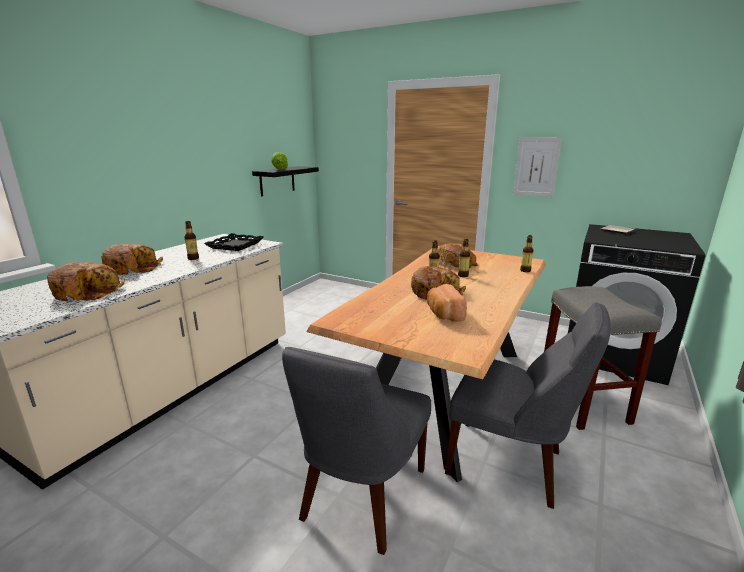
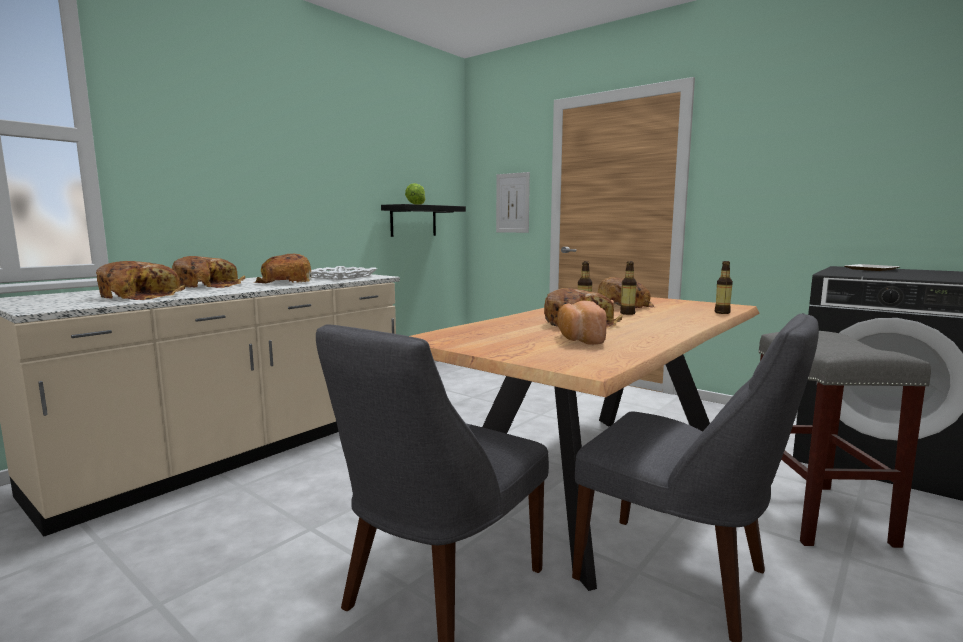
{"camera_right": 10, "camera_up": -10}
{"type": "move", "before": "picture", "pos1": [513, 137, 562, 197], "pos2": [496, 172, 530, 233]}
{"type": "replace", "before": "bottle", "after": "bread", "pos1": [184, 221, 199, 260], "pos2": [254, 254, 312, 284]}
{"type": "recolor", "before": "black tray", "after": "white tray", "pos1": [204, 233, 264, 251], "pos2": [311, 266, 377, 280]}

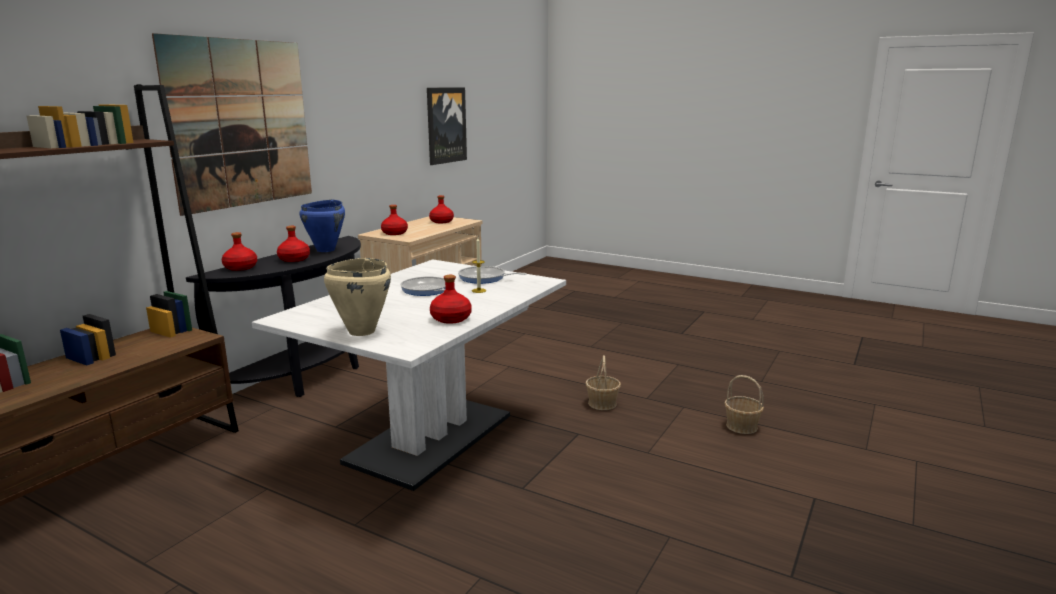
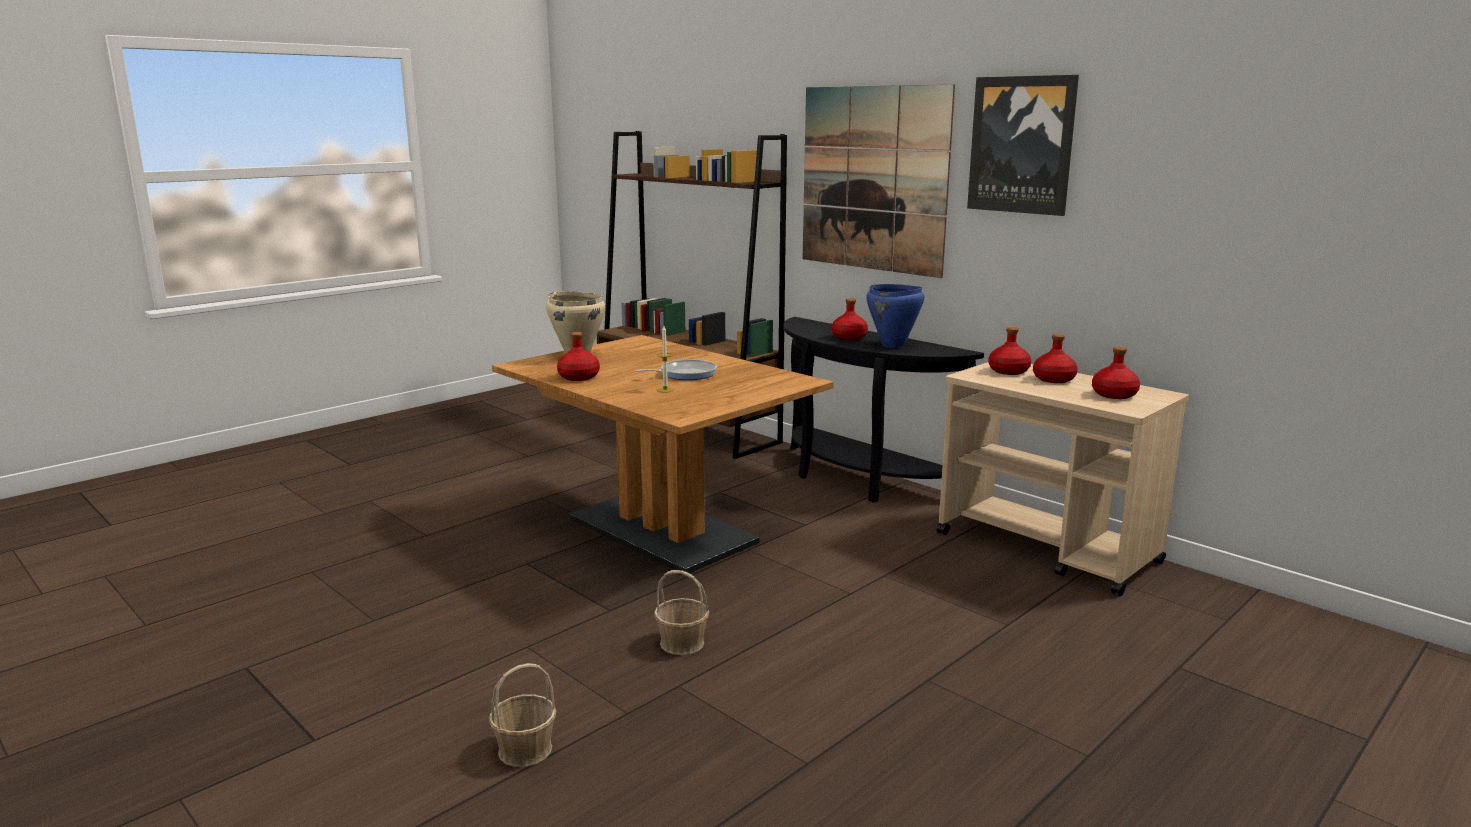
{"camera_right": 105, "camera_up": 0}
{"type": "move", "before": "picture", "pos1": [427, 88, 467, 165], "pos2": [967, 75, 1079, 216]}
{"type": "move", "before": "red bottle", "pos1": [222, 232, 257, 271], "pos2": [1033, 334, 1078, 383]}
{"type": "recolor", "before": "white dining table", "after": "brown dining table", "pos1": [252, 259, 566, 491], "pos2": [492, 335, 834, 573]}
{"type": "delete", "before": "frying pan", "pos1": [458, 266, 527, 284]}

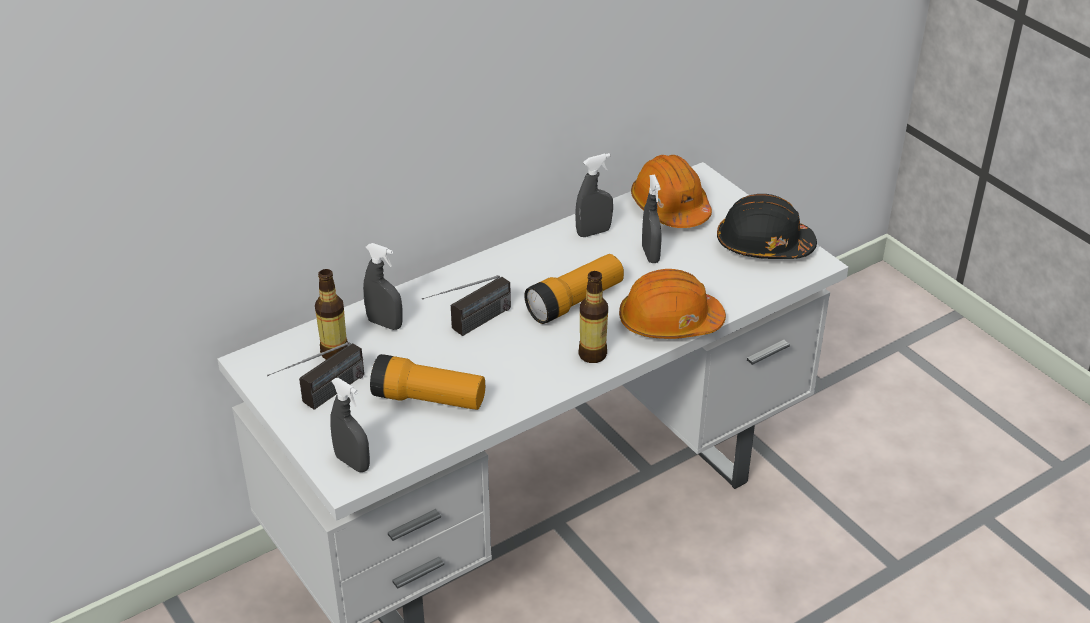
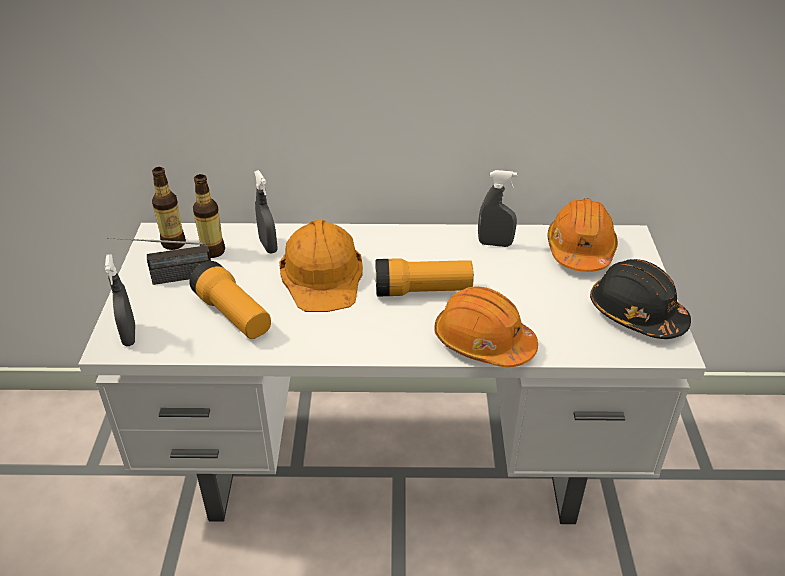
{"camera_right": 35, "camera_up": 0}
{"type": "delete", "before": "grey spray bottle", "pos1": [642, 174, 661, 263]}
{"type": "move", "before": "bottle", "pos1": [578, 271, 608, 363], "pos2": [152, 167, 186, 250]}
{"type": "replace", "before": "radio", "after": "orange hard hat", "pos1": [422, 275, 511, 336], "pos2": [279, 220, 363, 312]}

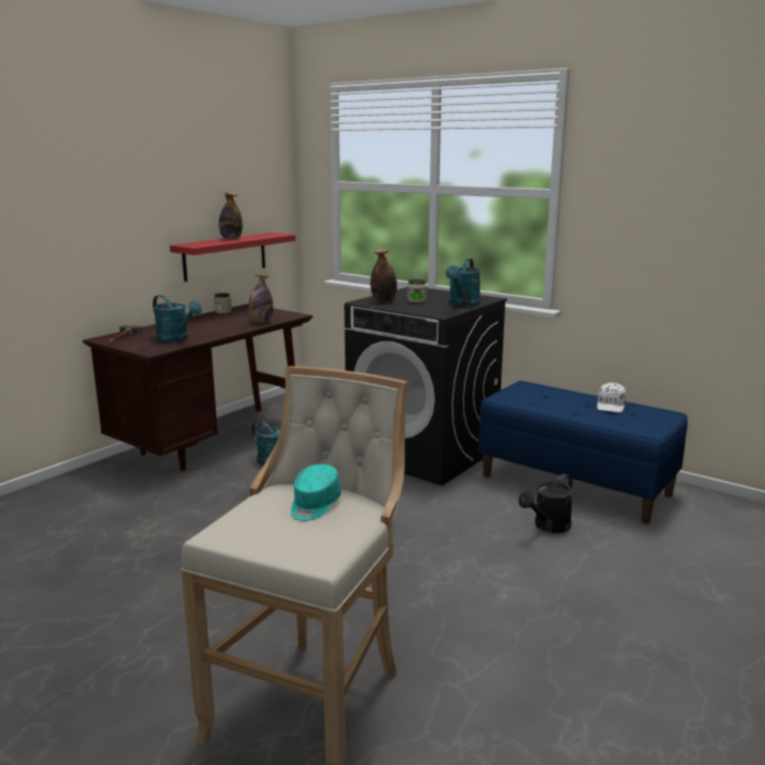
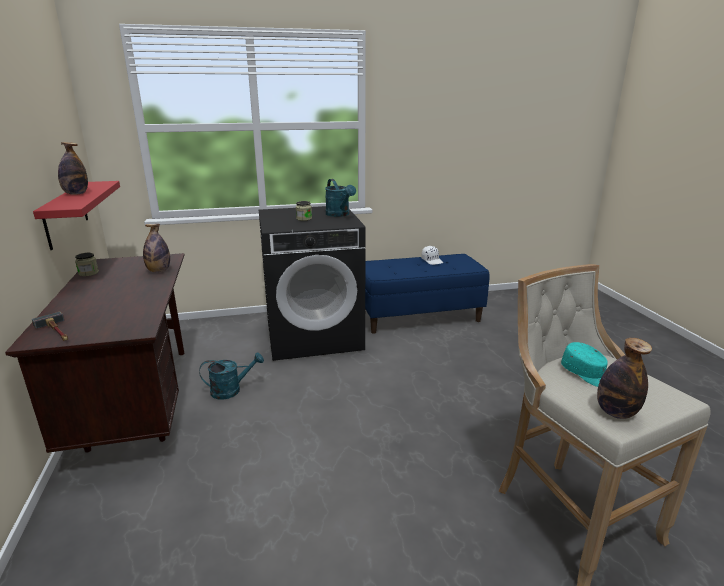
{"camera_right": -50, "camera_up": 5}
{"type": "move", "before": "bottle", "pos1": [370, 248, 397, 302], "pos2": [597, 338, 652, 419]}
{"type": "delete", "before": "turquoise watering can", "pos1": [153, 295, 202, 343]}
{"type": "delete", "before": "black watering can", "pos1": [519, 474, 573, 533]}

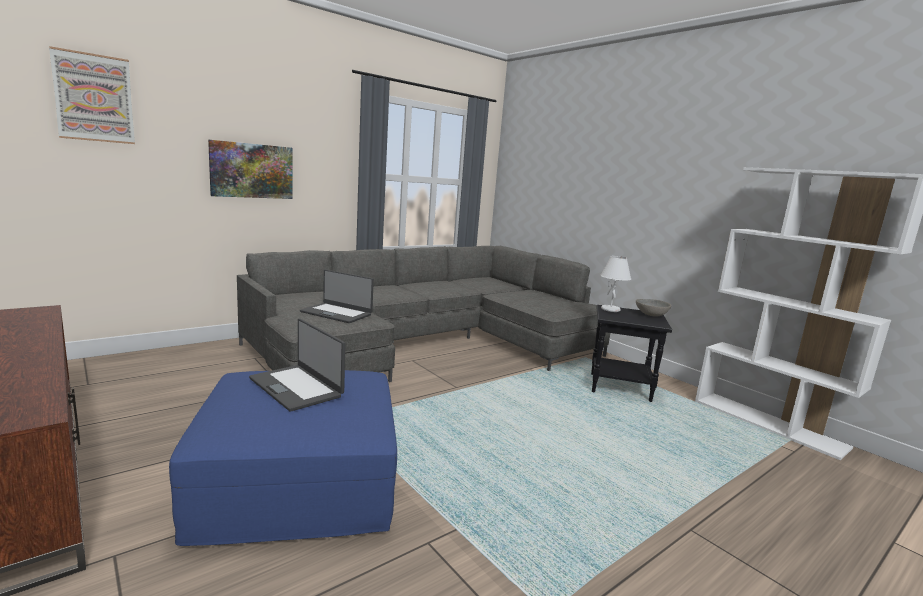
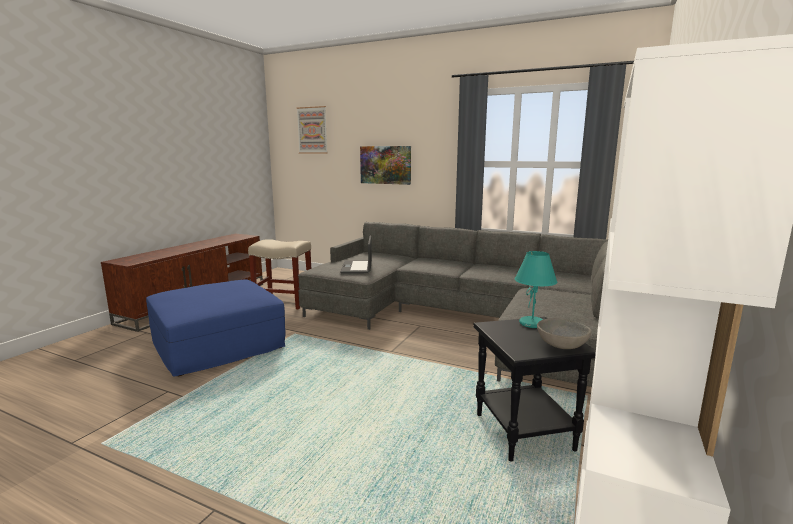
{"camera_right": 65, "camera_up": 0}
{"type": "recolor", "before": "white table lamp", "after": "turquoise table lamp", "pos1": [600, 256, 631, 312], "pos2": [515, 251, 558, 328]}
{"type": "delete", "before": "laptop", "pos1": [249, 319, 345, 412]}
{"type": "insert", "after": "beige stool", "pos2": [248, 239, 311, 309]}

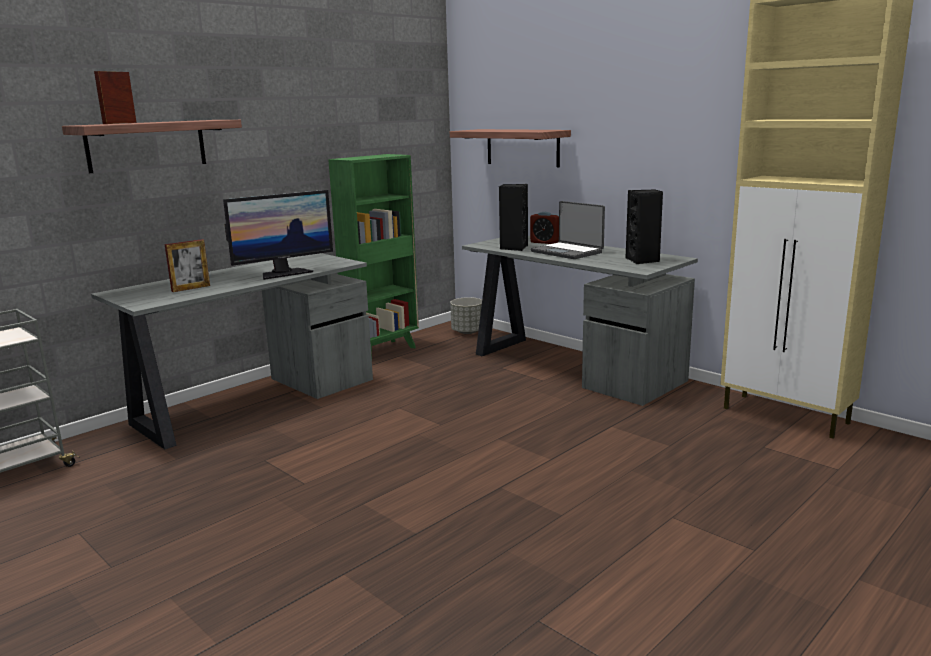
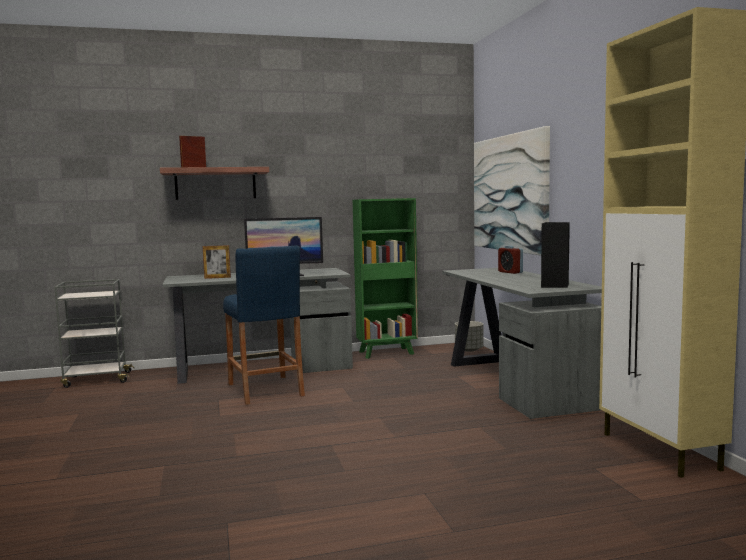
{"camera_right": 30, "camera_up": -10}
{"type": "replace", "before": "shelf", "after": "picture", "pos1": [450, 129, 571, 167], "pos2": [474, 126, 550, 256]}
{"type": "delete", "before": "black speaker", "pos1": [499, 184, 528, 251]}
{"type": "delete", "before": "laptop", "pos1": [531, 201, 605, 259]}
{"type": "insert", "after": "blue stool", "pos2": [223, 245, 305, 405]}

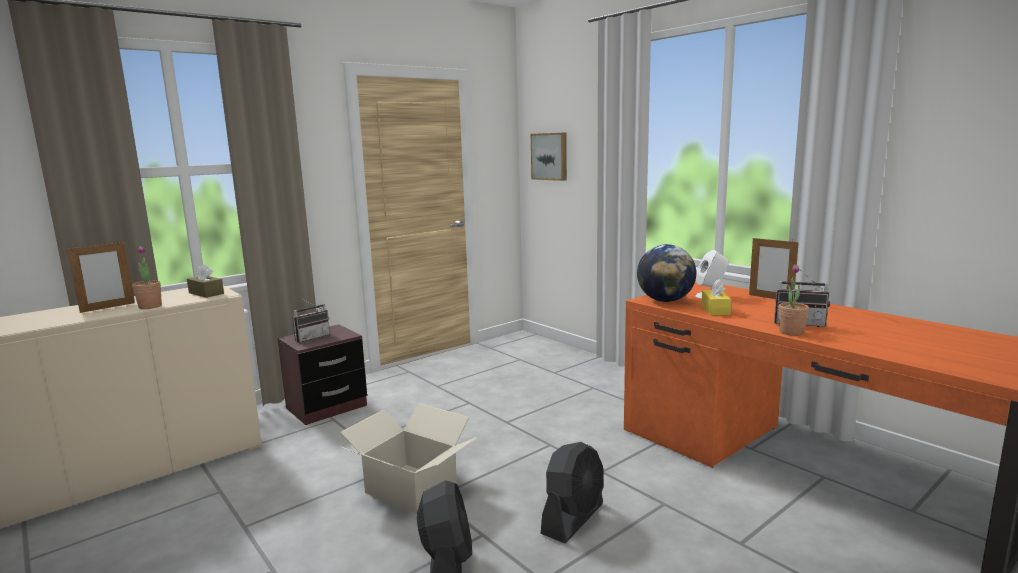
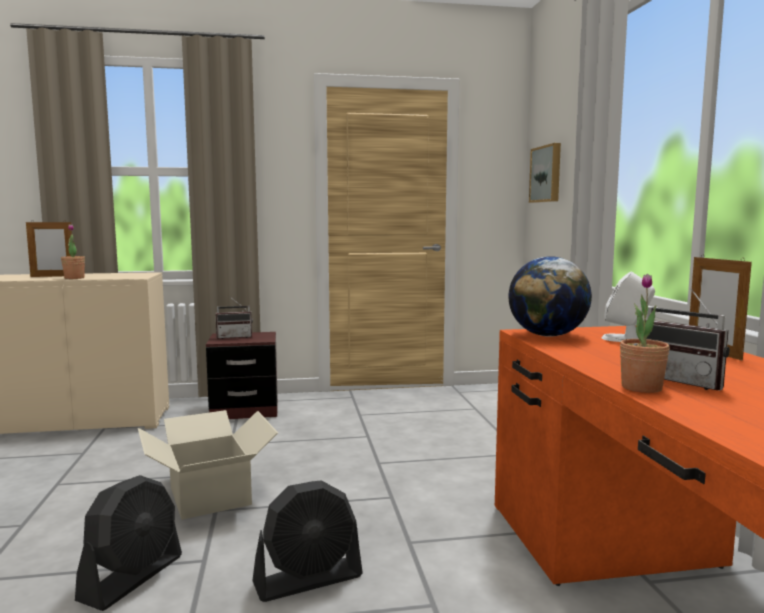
{"camera_right": 30, "camera_up": -5}
{"type": "delete", "before": "brown tissue box", "pos1": [187, 264, 224, 298]}
{"type": "delete", "before": "yellow tissue box", "pos1": [701, 279, 732, 315]}

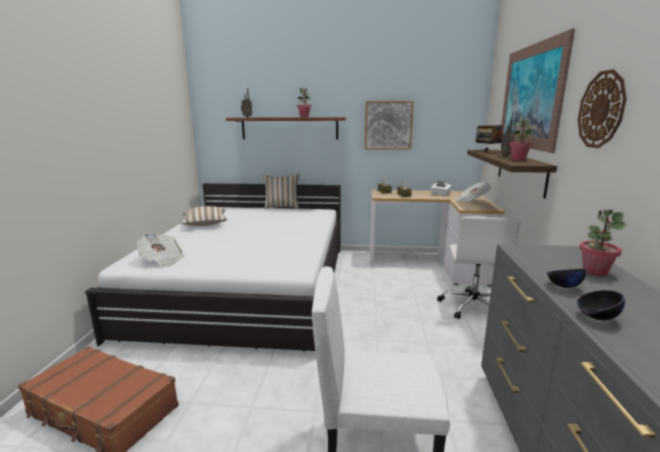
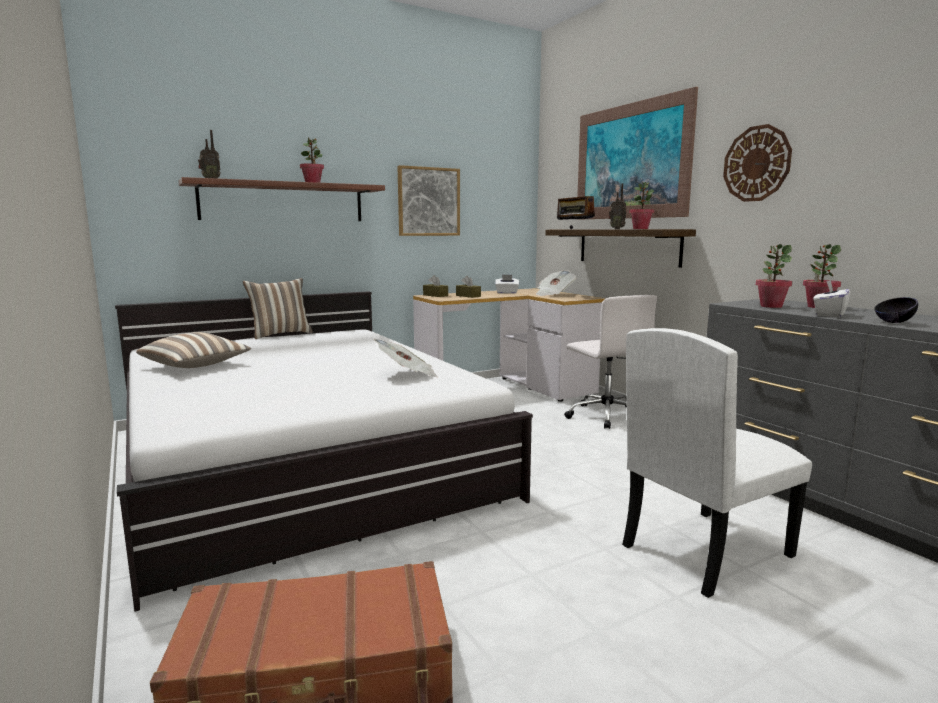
{"camera_right": -35, "camera_up": -5}
{"type": "move", "before": "newspaper", "pos1": [136, 233, 184, 267], "pos2": [373, 339, 438, 377]}
{"type": "replace", "before": "black bowl", "after": "white tissue box", "pos1": [547, 269, 586, 288], "pos2": [814, 280, 850, 317]}
{"type": "insert", "after": "potted plant", "pos2": [756, 244, 792, 308]}

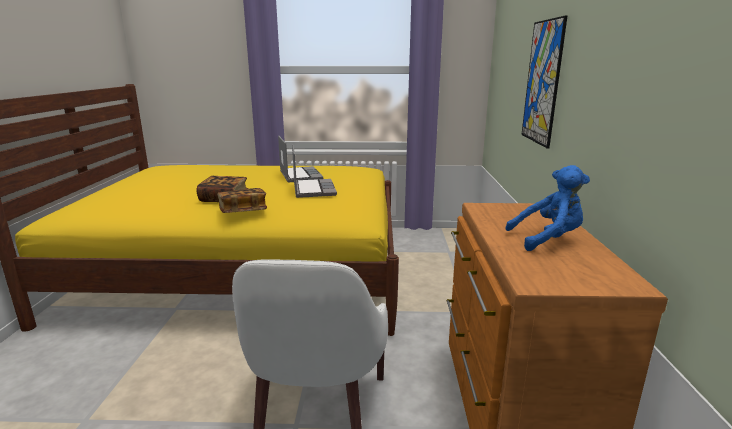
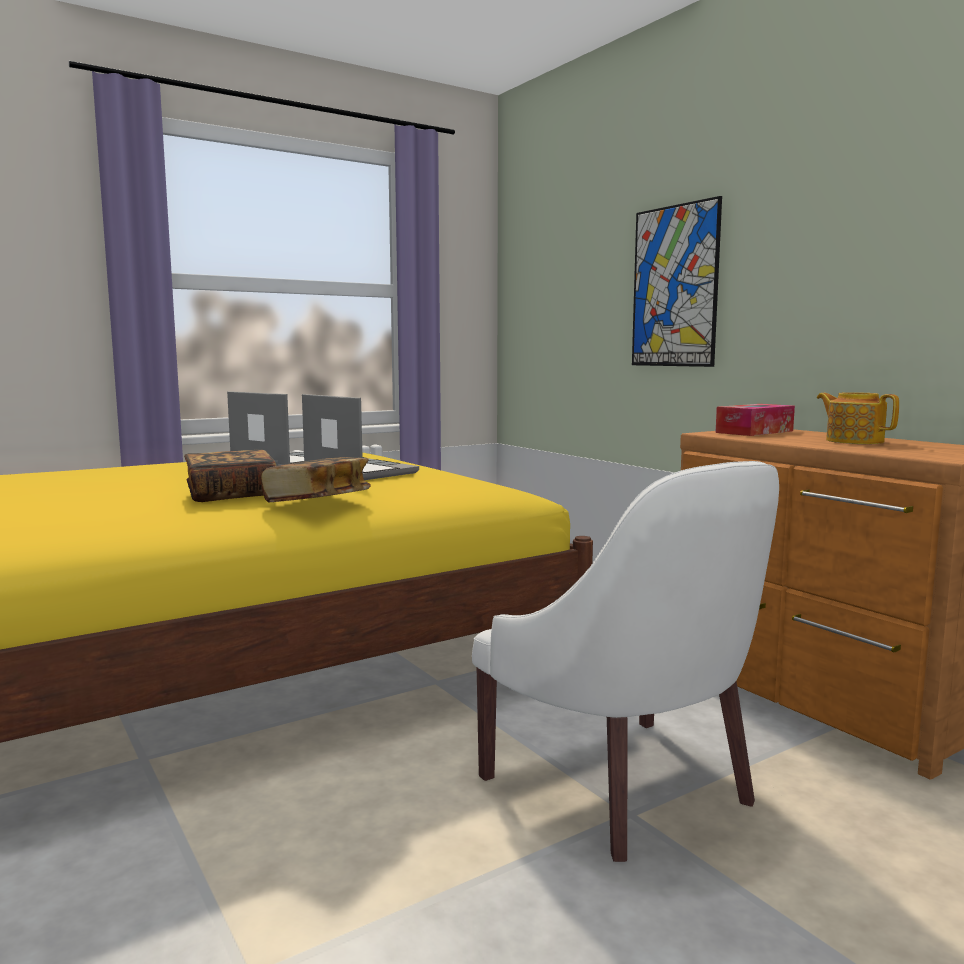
{"camera_right": -35, "camera_up": -10}
{"type": "replace", "before": "blue plush toy", "after": "teapot", "pos1": [505, 165, 590, 251], "pos2": [817, 392, 899, 444]}
{"type": "insert", "after": "tissue box", "pos2": [715, 404, 795, 436]}

